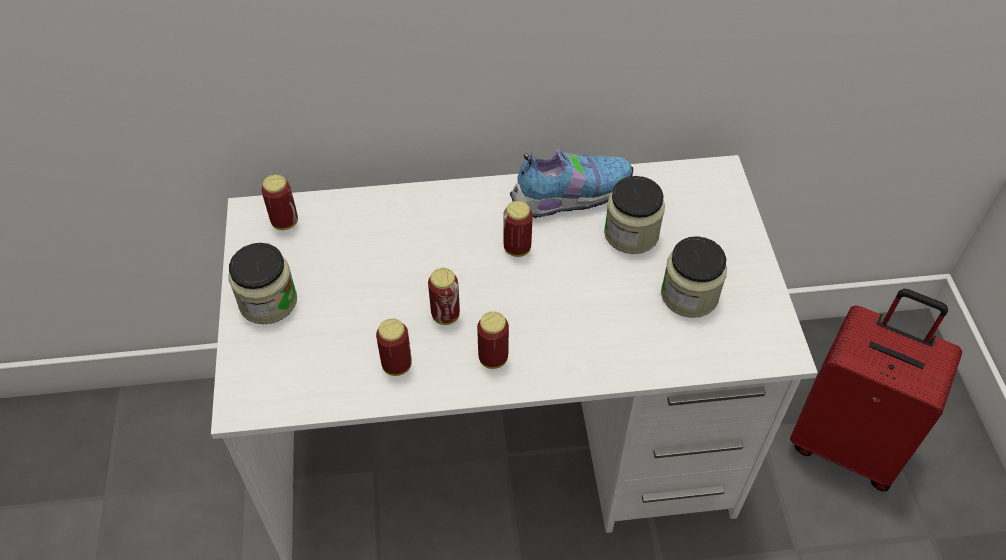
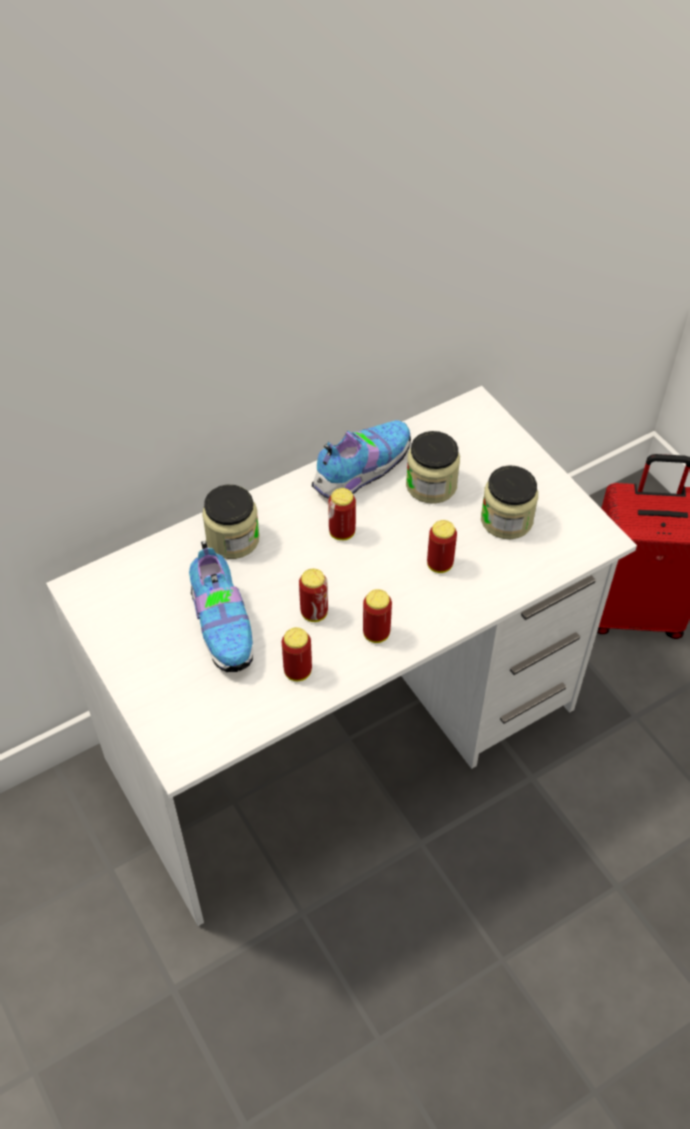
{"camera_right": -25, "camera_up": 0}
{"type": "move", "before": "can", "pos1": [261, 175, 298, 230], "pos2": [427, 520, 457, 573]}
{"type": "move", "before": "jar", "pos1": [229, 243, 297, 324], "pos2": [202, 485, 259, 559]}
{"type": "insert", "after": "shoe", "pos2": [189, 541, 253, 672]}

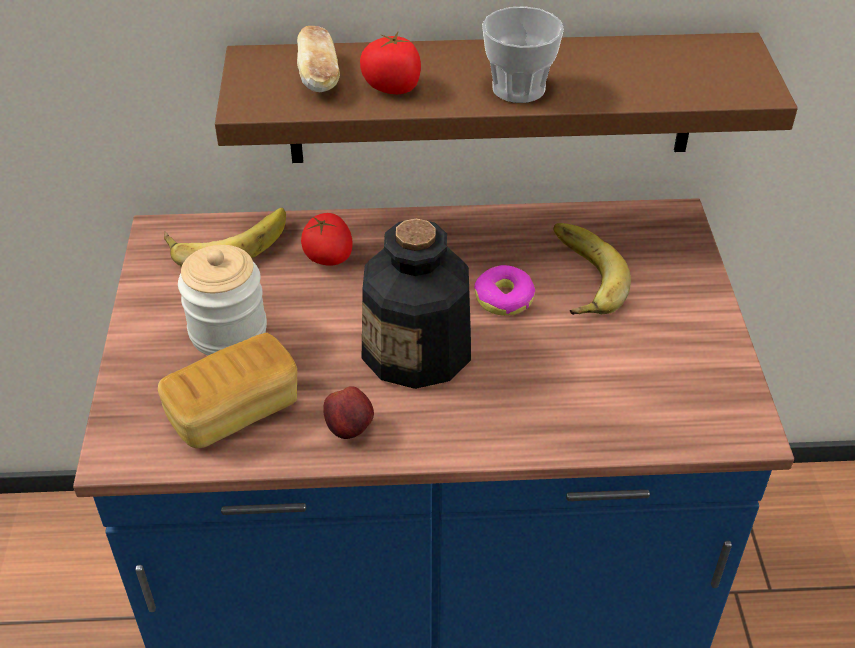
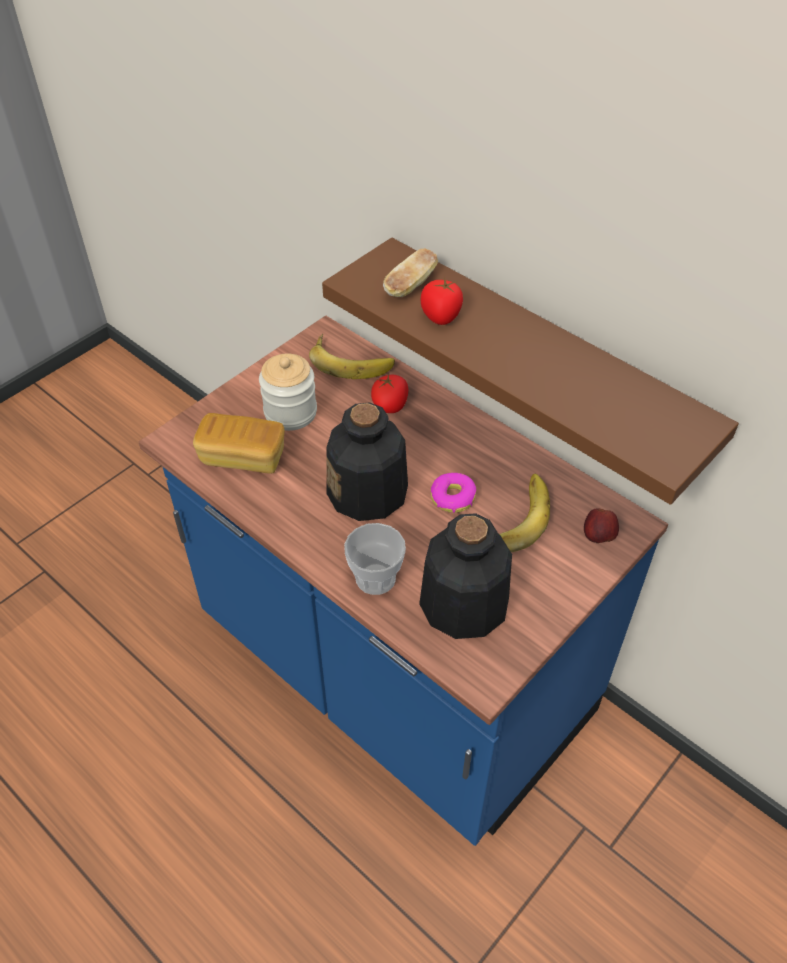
{"camera_right": 45, "camera_up": 5}
{"type": "move", "before": "cup", "pos1": [482, 6, 564, 103], "pos2": [344, 523, 406, 595]}
{"type": "move", "before": "apple", "pos1": [323, 386, 374, 439], "pos2": [584, 508, 619, 543]}
{"type": "insert", "after": "bottle", "pos2": [419, 513, 512, 639]}

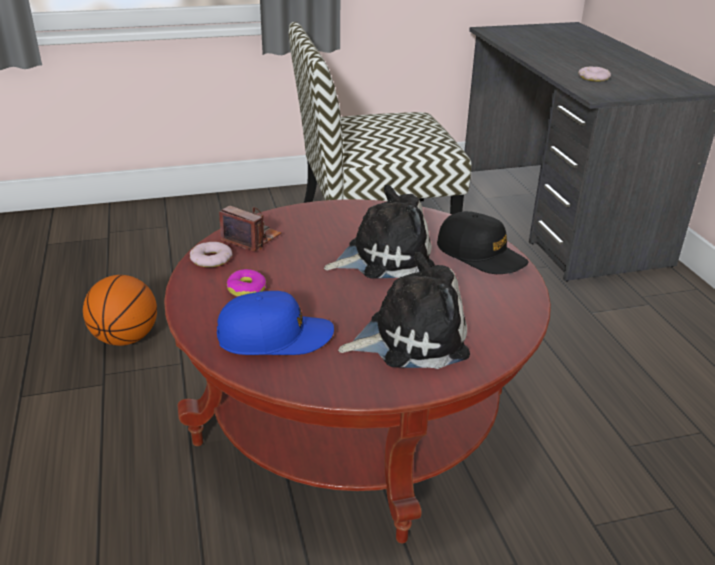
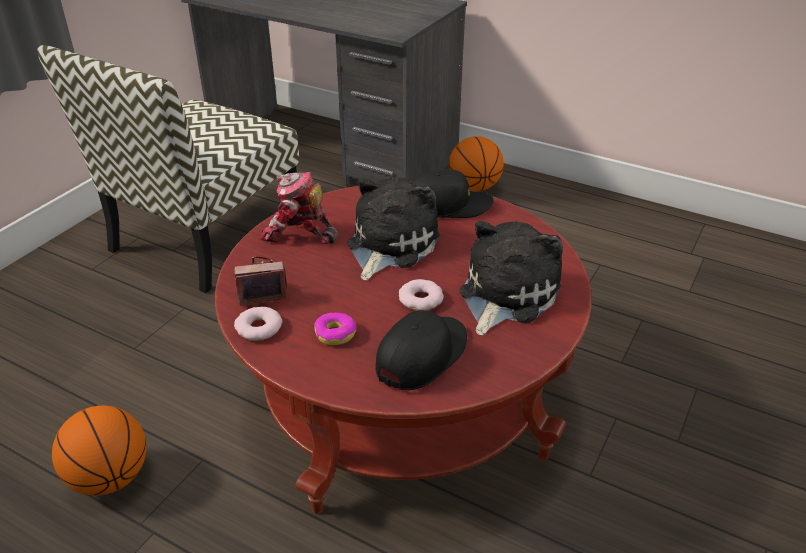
{"camera_right": -45, "camera_up": 5}
{"type": "move", "before": "donut", "pos1": [578, 67, 611, 82], "pos2": [399, 279, 444, 311]}
{"type": "recolor", "before": "blue cap", "after": "black cap", "pos1": [217, 291, 334, 355], "pos2": [375, 310, 467, 390]}
{"type": "insert", "after": "basketball", "pos2": [449, 136, 504, 192]}
{"type": "insert", "after": "toy robot", "pos2": [260, 172, 338, 244]}

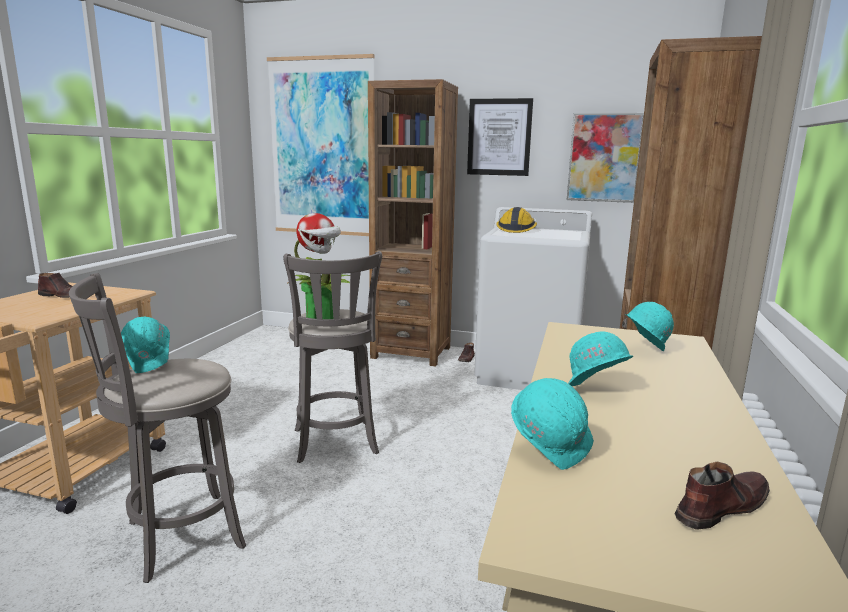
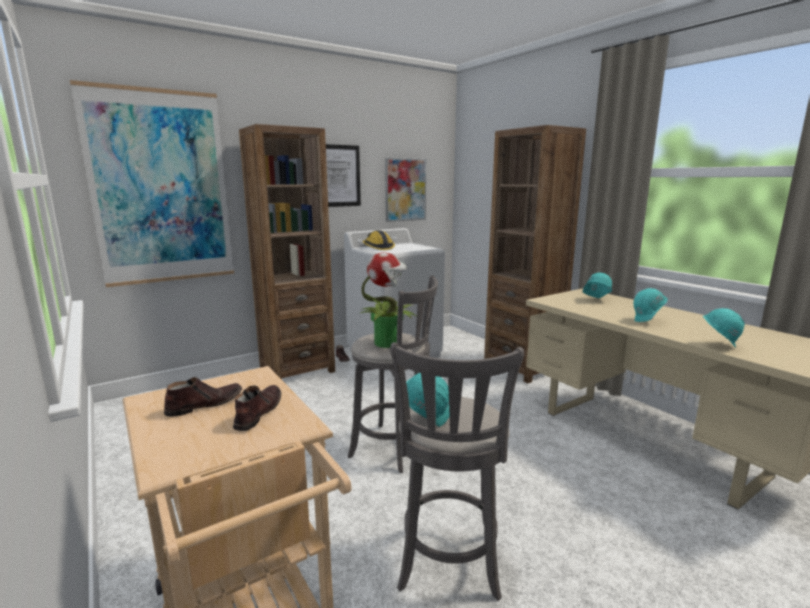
{"camera_right": -50, "camera_up": 0}
{"type": "move", "before": "brown shoe", "pos1": [675, 462, 770, 530], "pos2": [233, 385, 281, 431]}

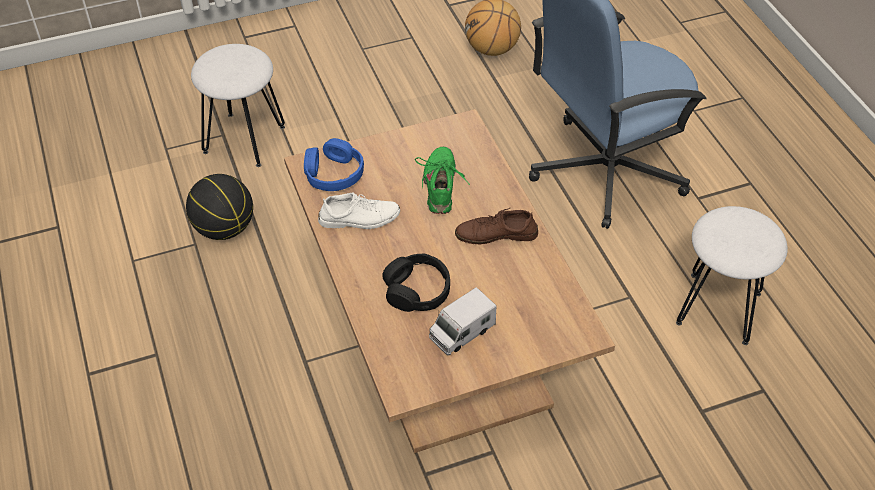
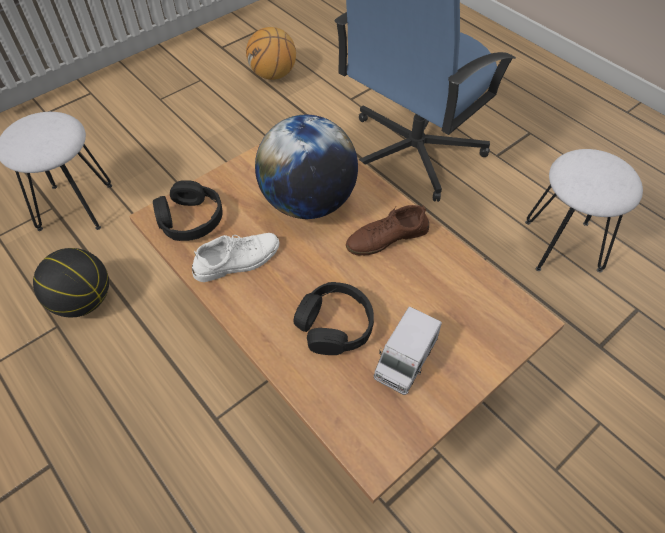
{"camera_right": -20, "camera_up": 5}
{"type": "recolor", "before": "blue headphones", "after": "black headphones", "pos1": [304, 138, 364, 191], "pos2": [153, 180, 223, 241]}
{"type": "replace", "before": "green shoe", "after": "globe", "pos1": [415, 146, 470, 214], "pos2": [255, 115, 358, 219]}

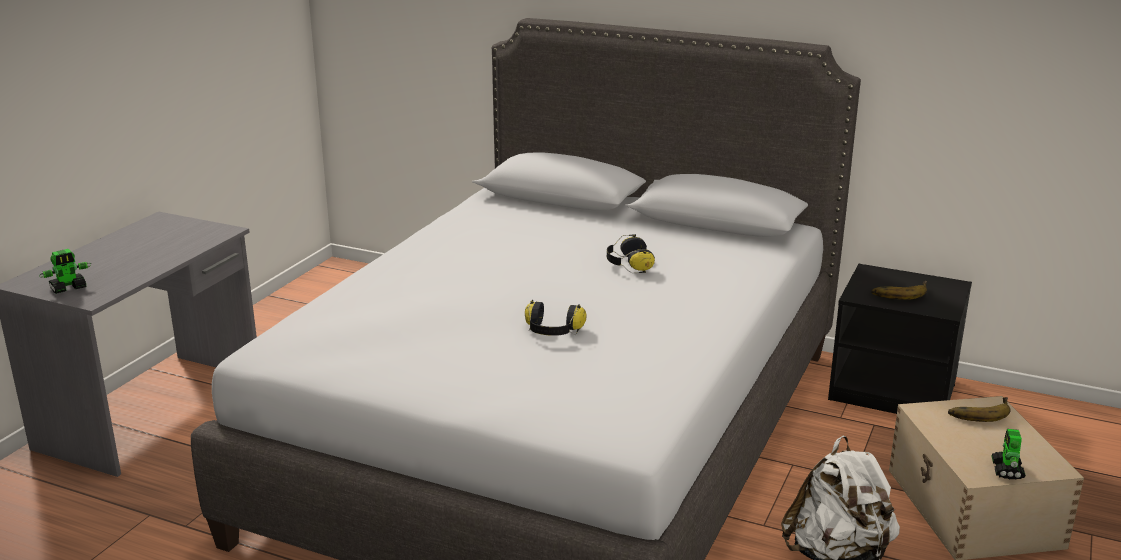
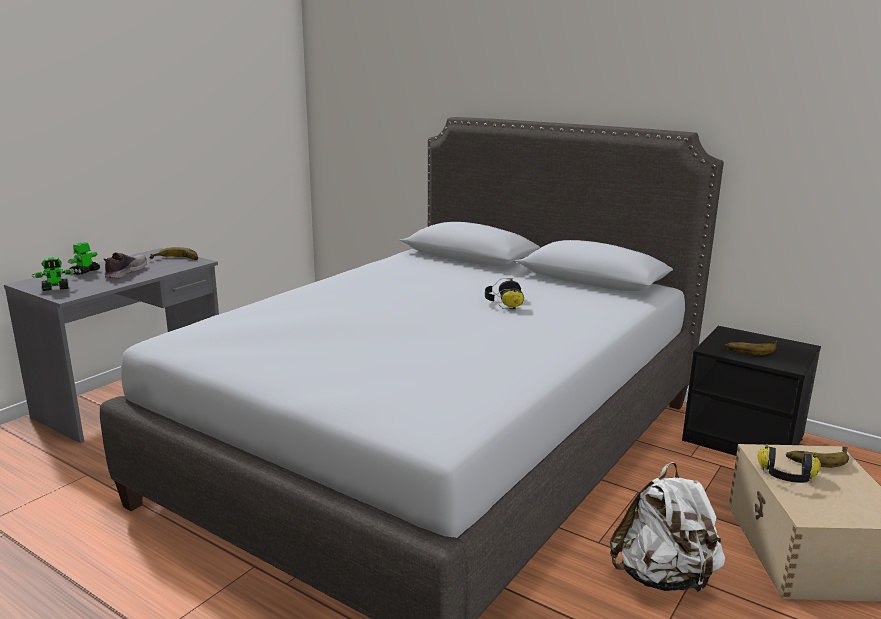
{"camera_right": 10, "camera_up": -5}
{"type": "move", "before": "headphones", "pos1": [525, 300, 586, 336], "pos2": [757, 445, 821, 483]}
{"type": "move", "before": "toy robot", "pos1": [991, 429, 1026, 479], "pos2": [68, 242, 100, 275]}
{"type": "insert", "after": "banana", "pos2": [149, 247, 198, 260]}
{"type": "insert", "after": "shoe", "pos2": [104, 252, 147, 278]}

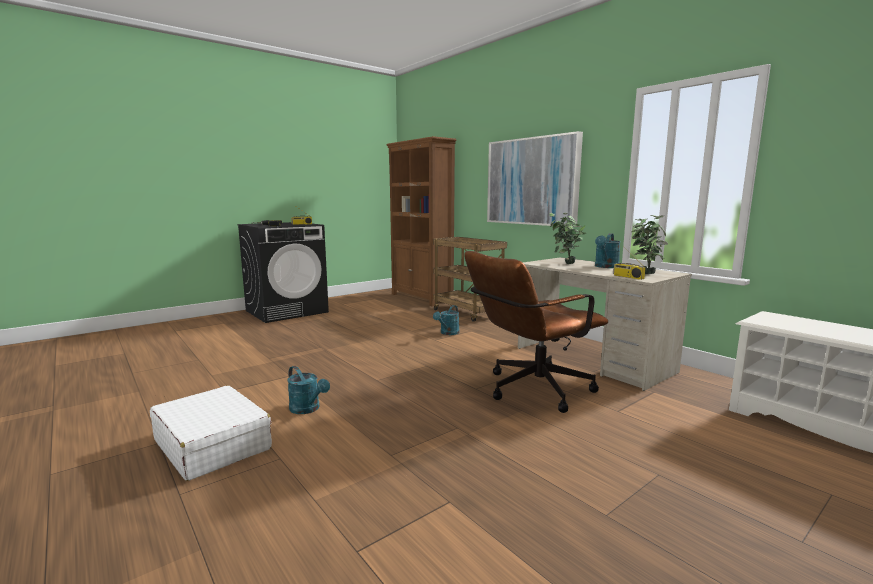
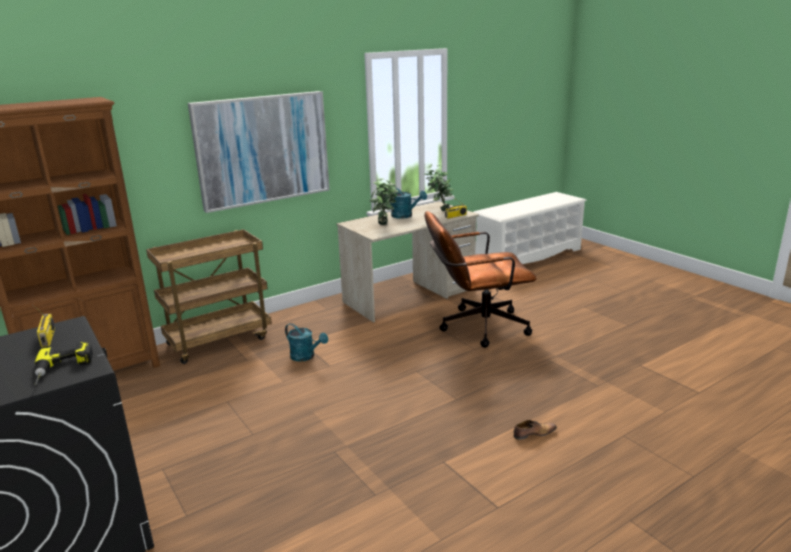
{"camera_right": -85, "camera_up": 10}
{"type": "rotate", "before": "brown office chair", "pos1": [464, 251, 608, 413], "pos2": [424, 211, 537, 348], "turn": 105}
{"type": "replace", "before": "turquoise watering can", "after": "shoe", "pos1": [287, 366, 330, 414], "pos2": [514, 420, 557, 440]}
{"type": "delete", "before": "white suitcase", "pos1": [150, 385, 272, 481]}

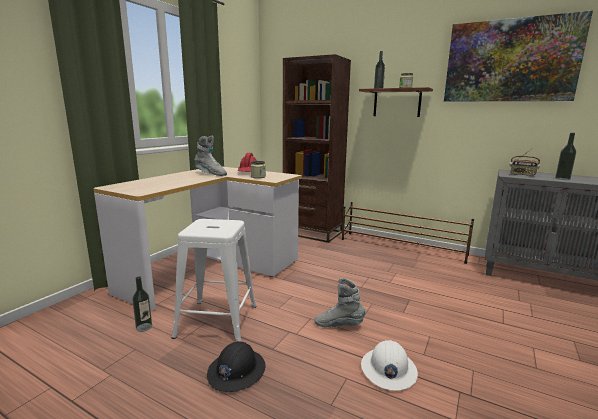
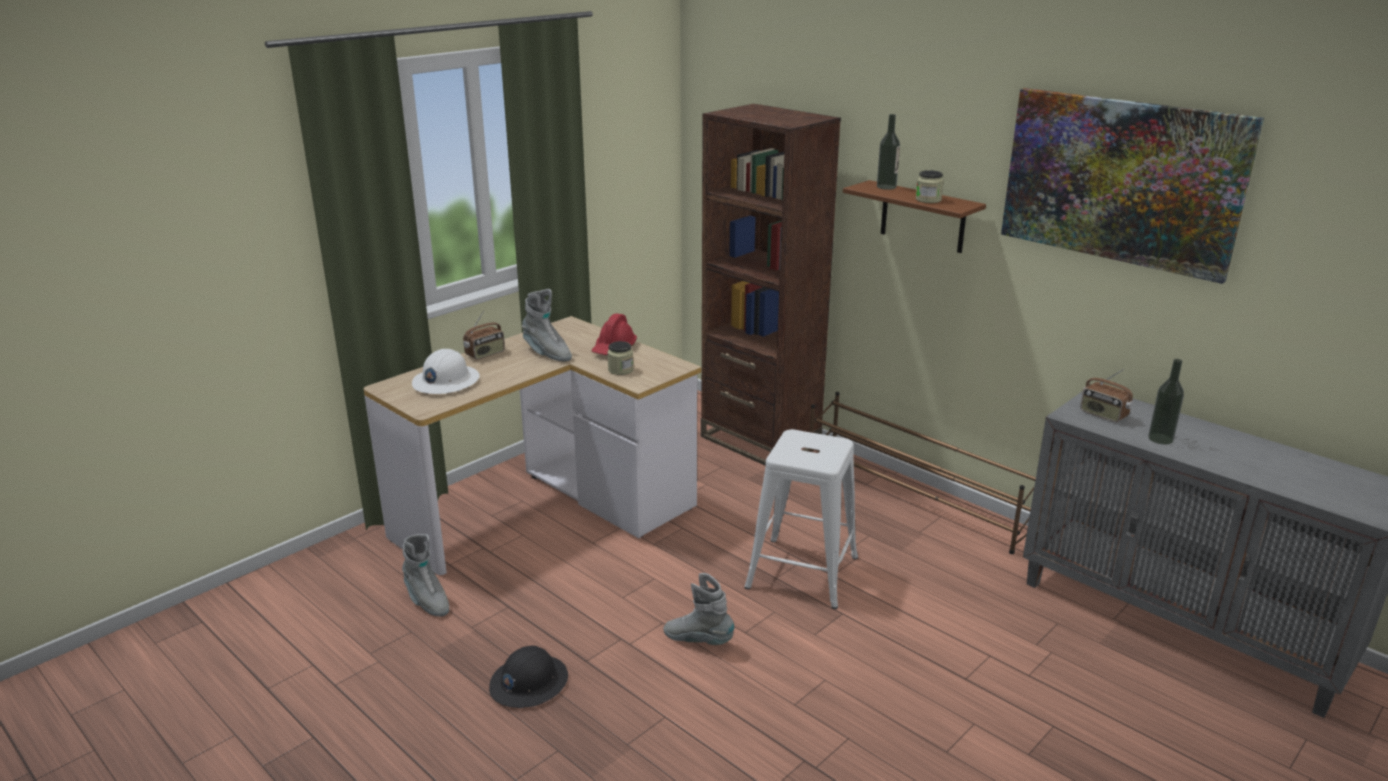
{"camera_right": 15, "camera_up": 10}
{"type": "move", "before": "white stool", "pos1": [172, 219, 257, 342], "pos2": [744, 429, 858, 609]}
{"type": "replace", "before": "bottle", "after": "grey boot", "pos1": [132, 276, 152, 332], "pos2": [402, 534, 449, 616]}
{"type": "move", "before": "white hard hat", "pos1": [361, 340, 418, 391], "pos2": [412, 349, 480, 394]}
{"type": "insert", "after": "radio", "pos2": [463, 310, 505, 360]}

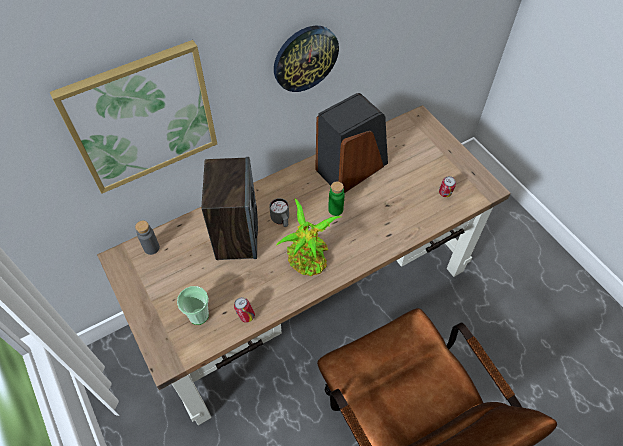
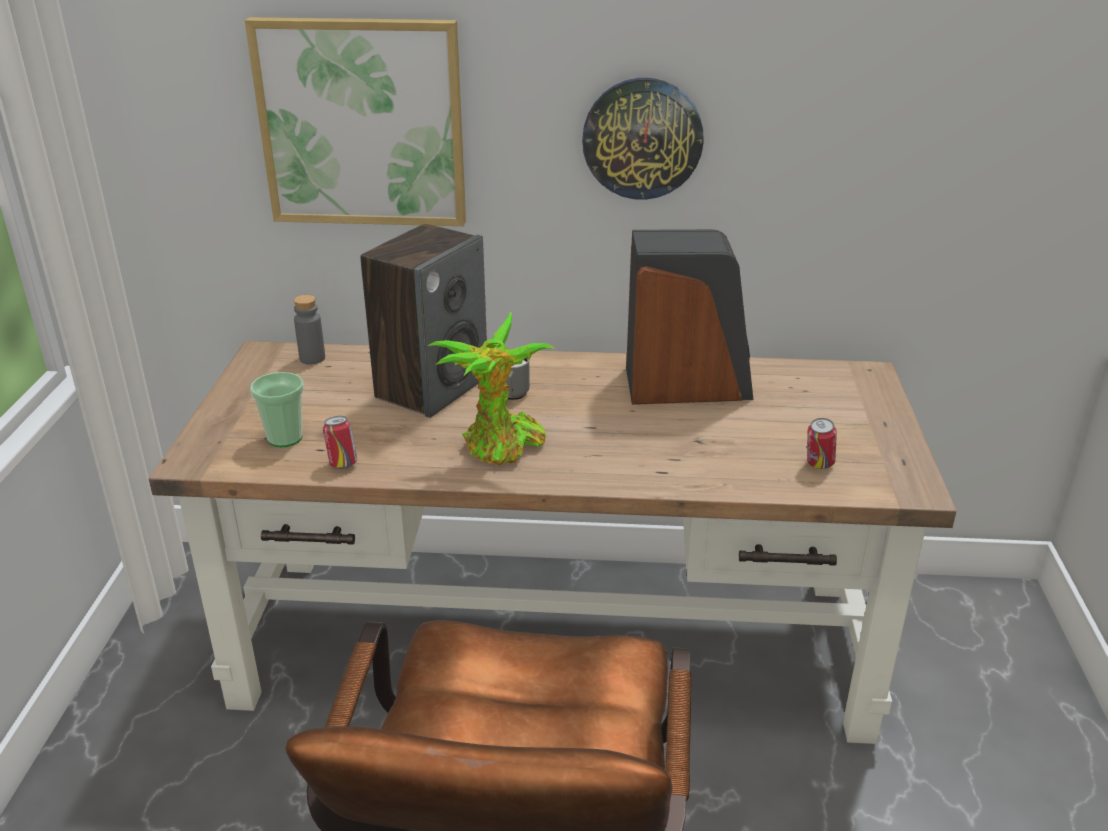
{"camera_right": 35, "camera_up": -25}
{"type": "delete", "before": "green bottle", "pos1": [328, 181, 345, 216]}

